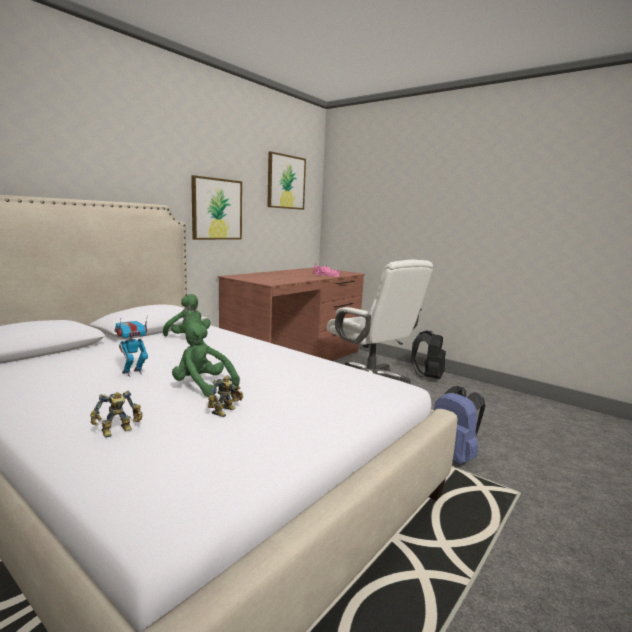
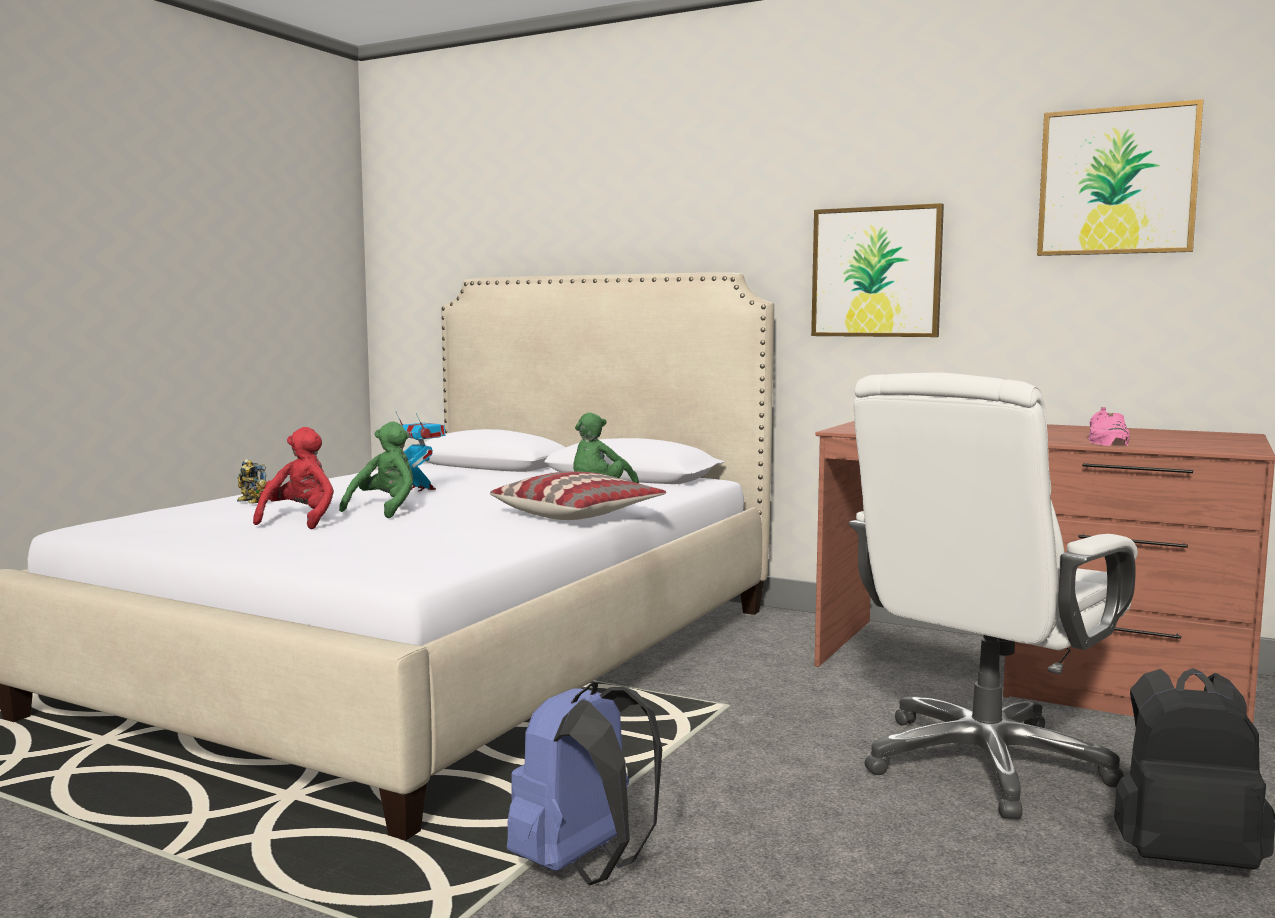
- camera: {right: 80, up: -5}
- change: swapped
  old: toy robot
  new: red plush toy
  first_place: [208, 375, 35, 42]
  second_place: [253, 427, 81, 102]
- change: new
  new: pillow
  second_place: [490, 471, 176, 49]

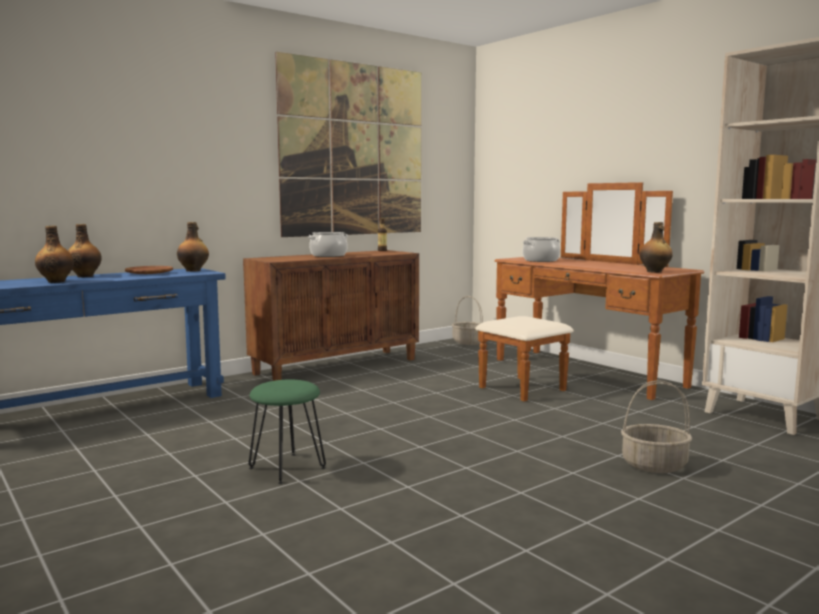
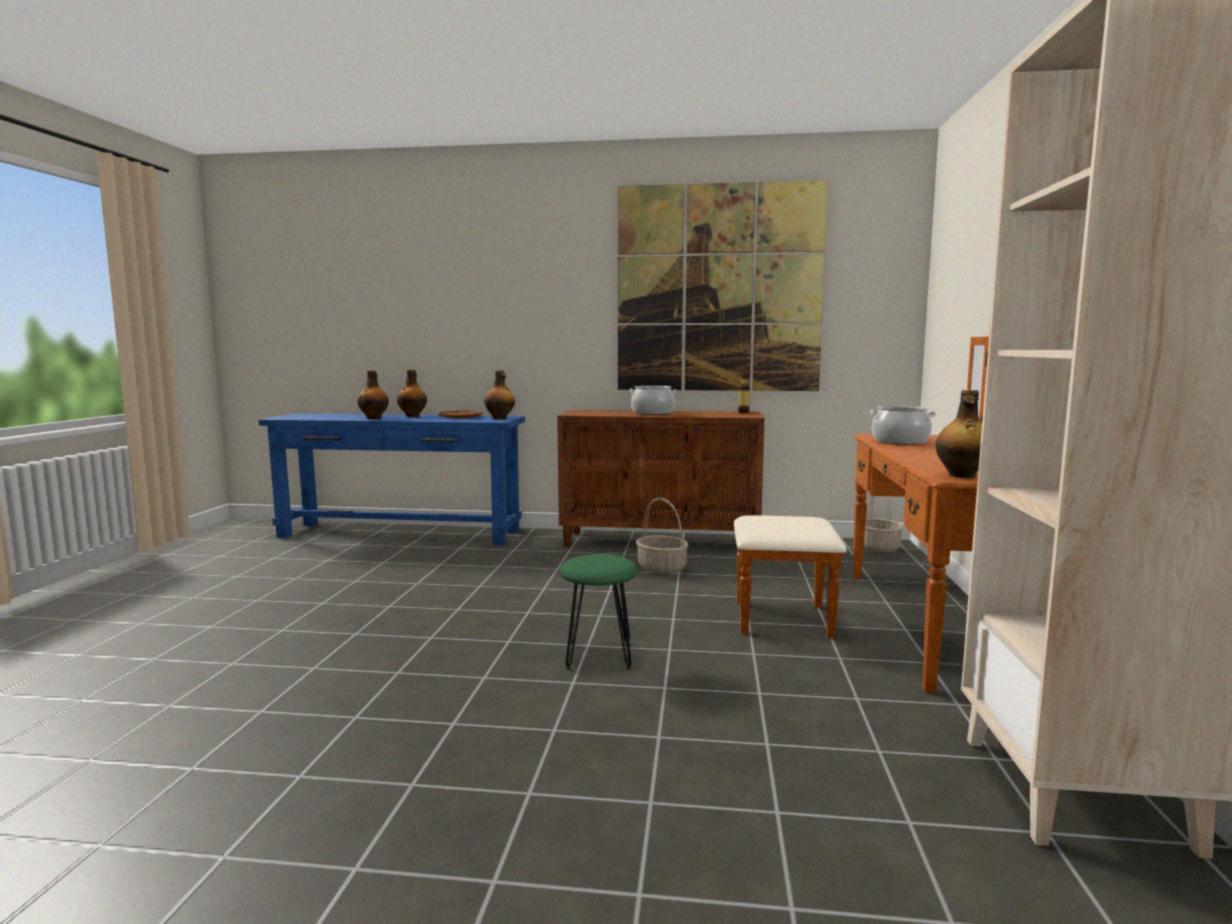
- camera: {right: 45, up: 0}
- change: shifted
  old: green stool
  first_place: [248, 379, 78, 105]
  second_place: [559, 554, 79, 116]
- change: shifted
  old: basket
  first_place: [621, 380, 71, 93]
  second_place: [636, 497, 53, 77]

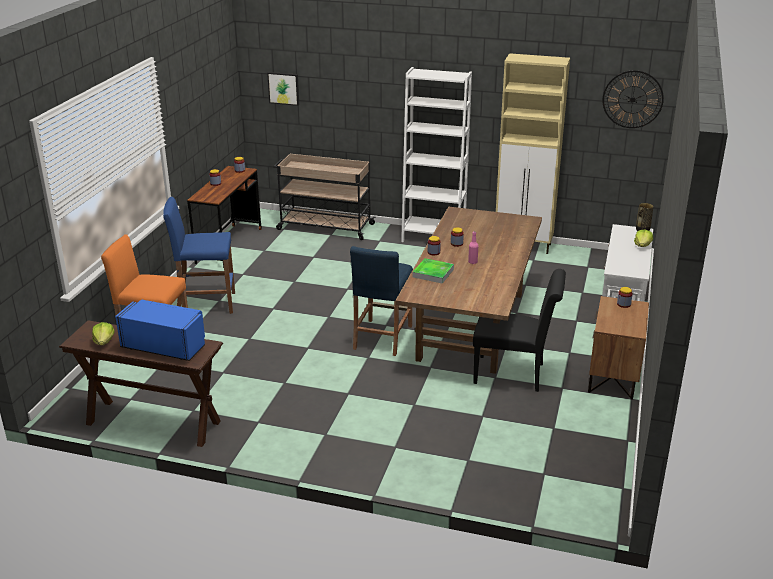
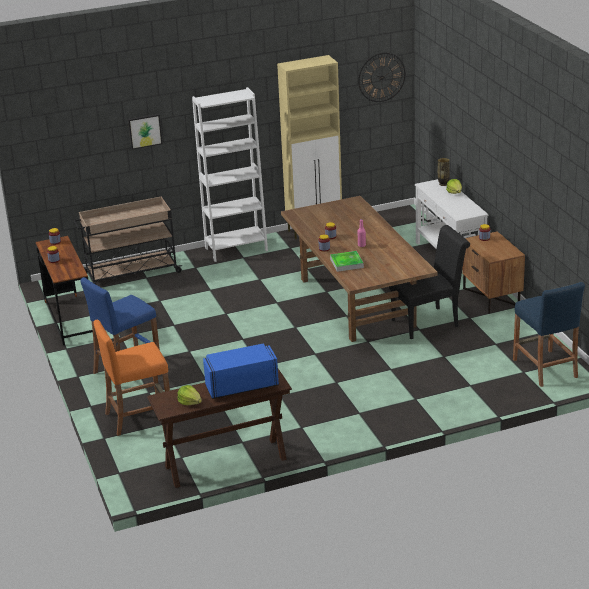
- camera: {right: -35, up: 0}
- change: shifted
  old: picture
  first_place: [267, 72, 32, 34]
  second_place: [128, 114, 34, 36]
- change: shifted
  old: blue stool
  first_place: [350, 246, 63, 110]
  second_place: [513, 282, 72, 105]

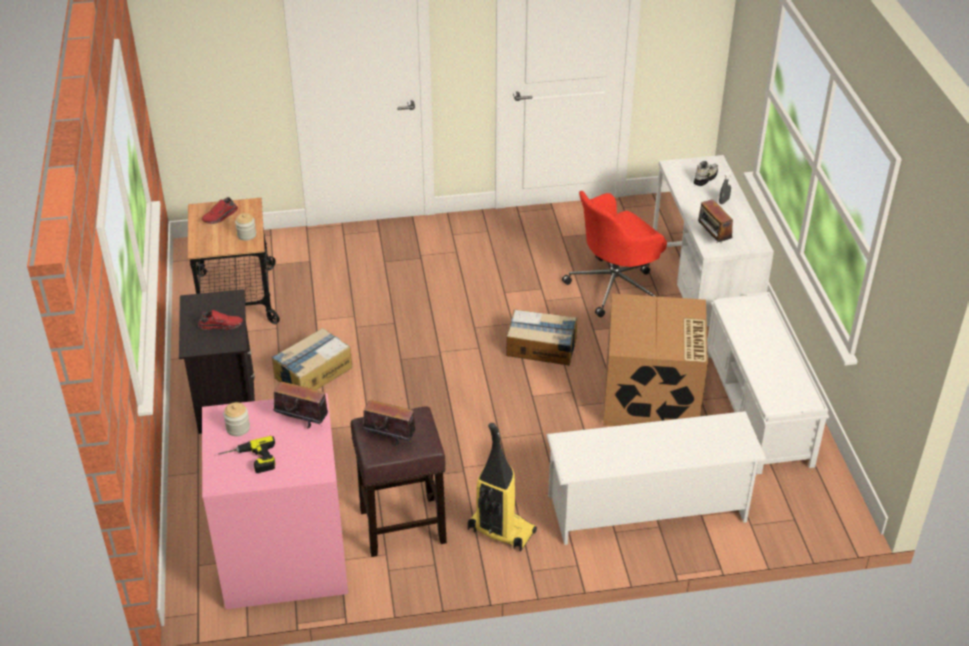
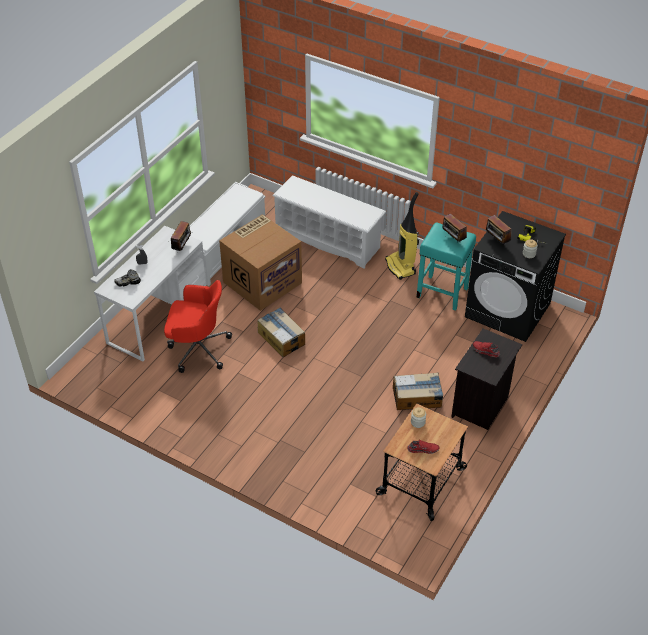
- camera: {right: -140, up: 5}
- change: repainted
  old: pink washing machine
  new: black washing machine
  first_place: [202, 393, 146, 216]
  second_place: [465, 211, 101, 131]
- change: repainted
  old: brown stool
  new: turquoise stool
  first_place: [351, 406, 96, 151]
  second_place: [416, 223, 60, 88]

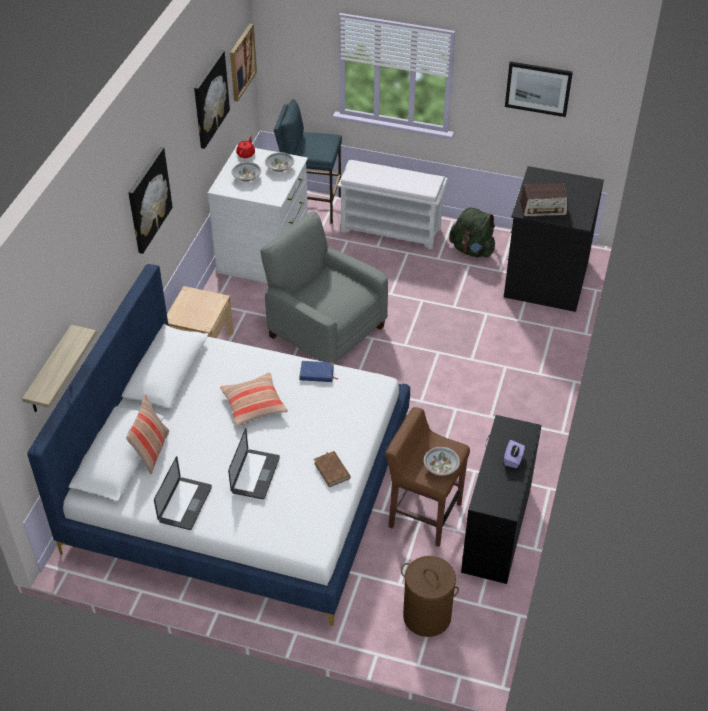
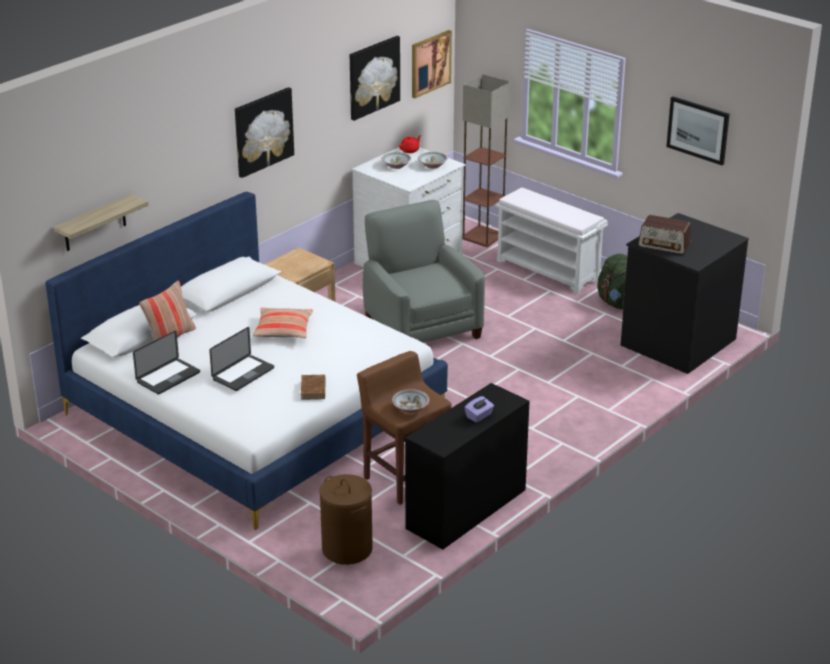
- camera: {right: 25, up: -15}
- change: swapped
  old: blue stool
  new: floor lamp
  first_place: [274, 99, 68, 125]
  second_place: [462, 74, 48, 173]
- change: gone
  old: blue book
  first_place: [299, 361, 40, 21]

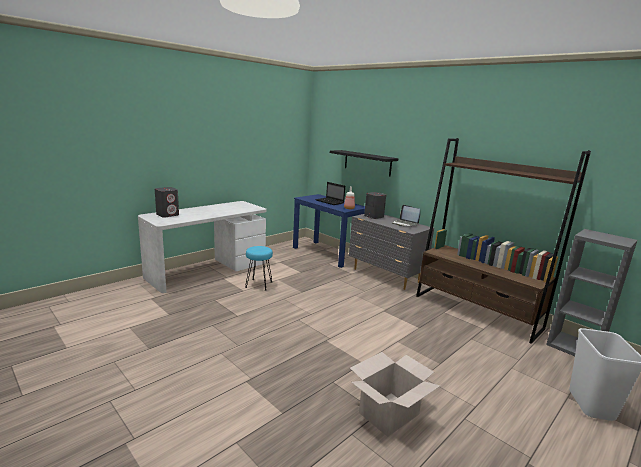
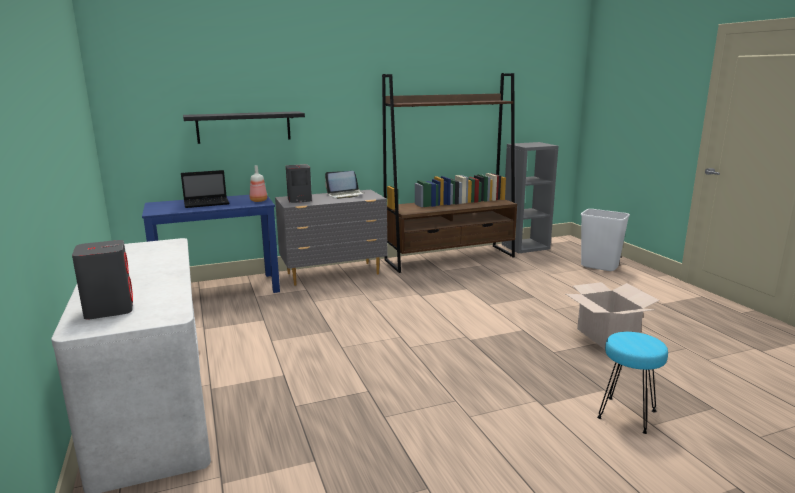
- camera: {right: -65, up: 0}
- change: shifted
  old: turquoise stool
  first_place: [245, 246, 28, 45]
  second_place: [597, 332, 71, 102]

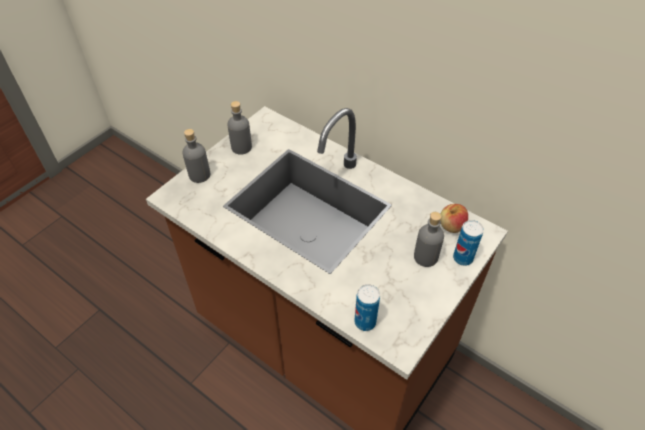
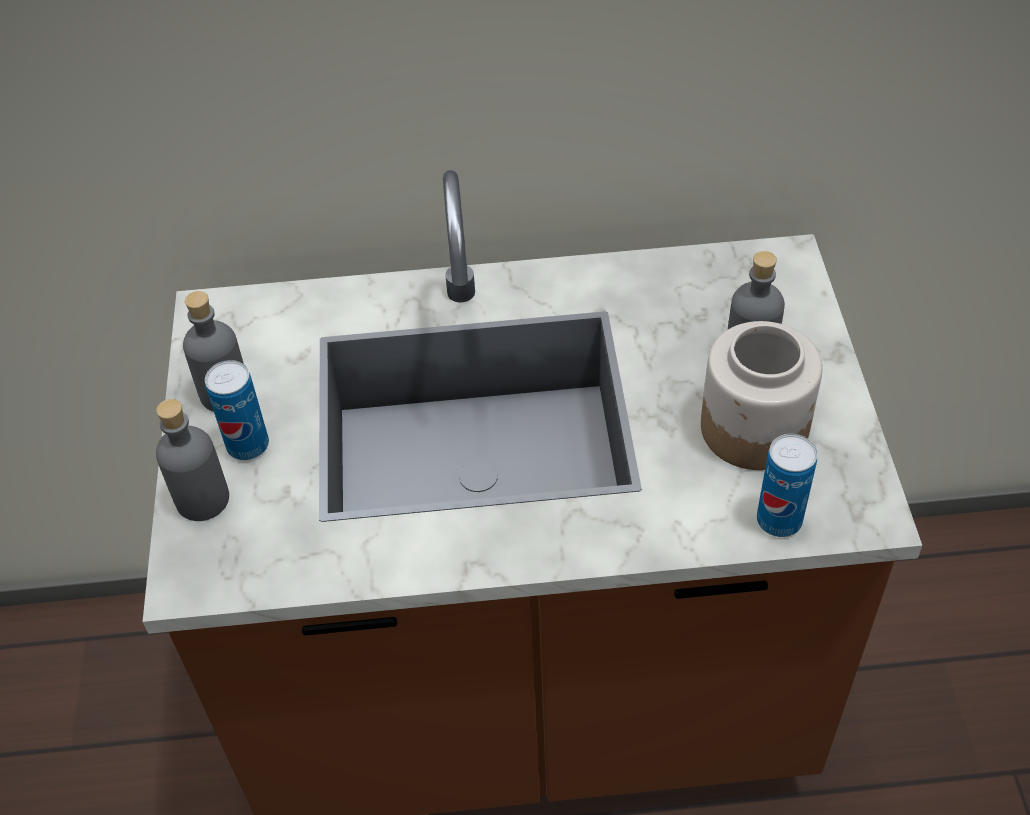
- camera: {right: -40, up: 0}
- change: gone
  old: apple
  first_place: [440, 204, 28, 29]
- change: shifted
  old: can
  first_place: [453, 220, 31, 46]
  second_place: [205, 360, 64, 100]
- change: new
  new: jar
  second_place: [701, 321, 122, 149]

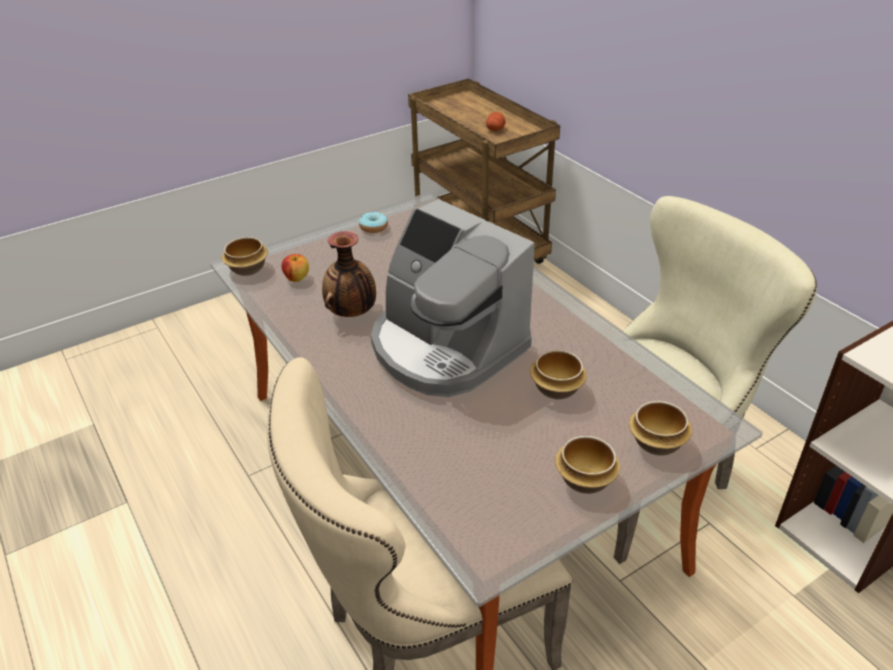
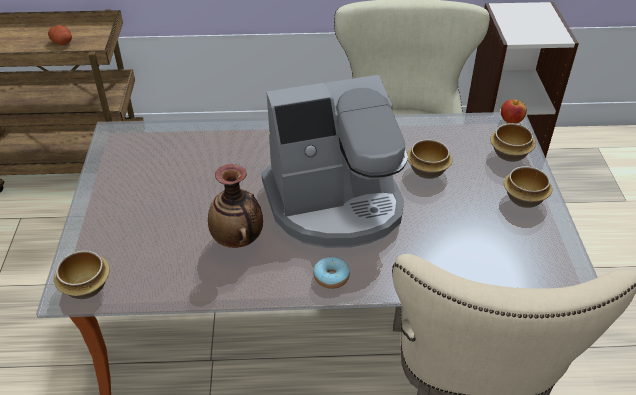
- camera: {right: -60, up: 5}
- change: shifted
  old: donut
  first_place: [359, 212, 29, 21]
  second_place: [313, 257, 37, 32]
- change: shifted
  old: apple
  first_place: [281, 254, 28, 28]
  second_place: [501, 99, 26, 25]

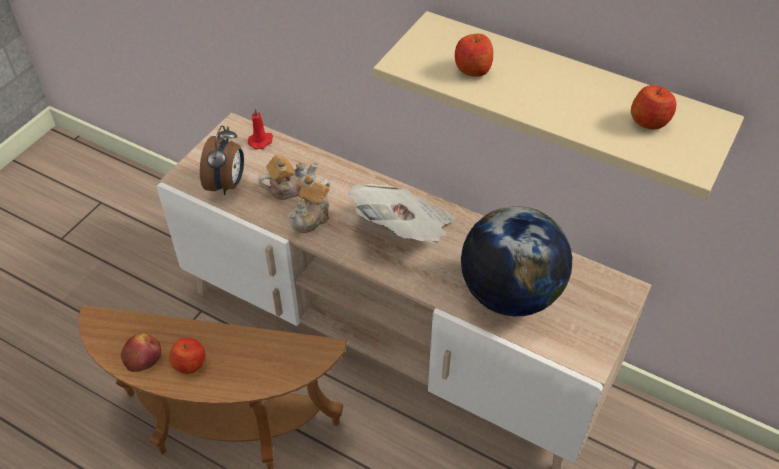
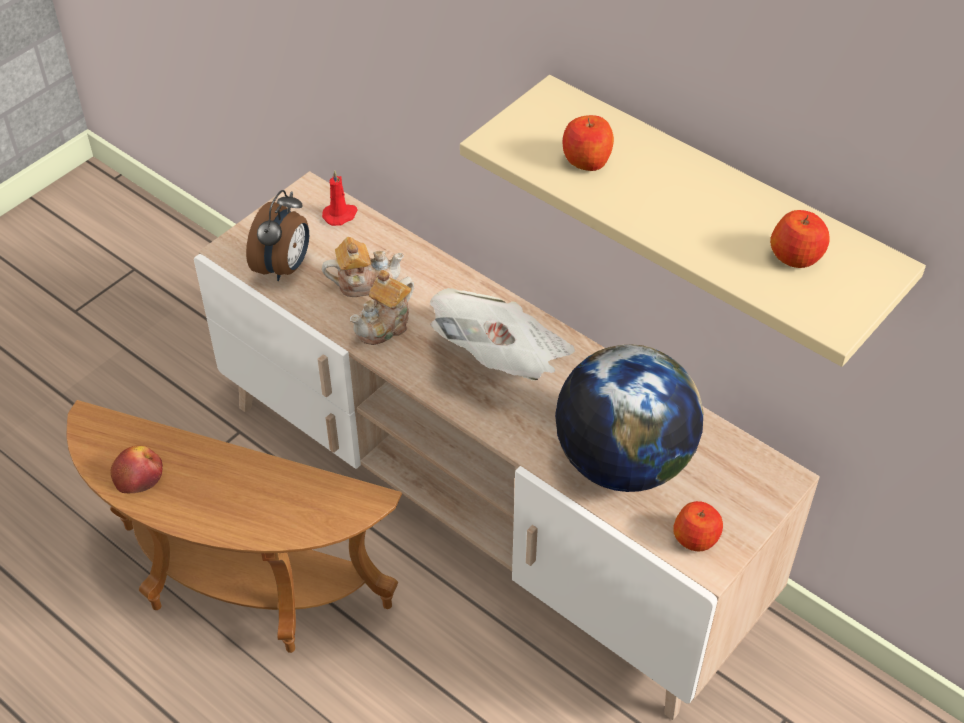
- camera: {right: 10, up: 0}
- change: shifted
  old: apple
  first_place: [169, 338, 37, 36]
  second_place: [673, 501, 50, 50]

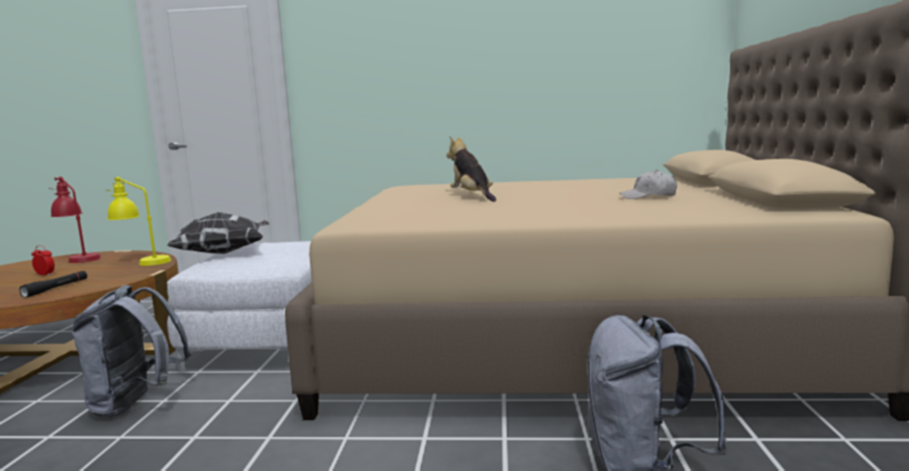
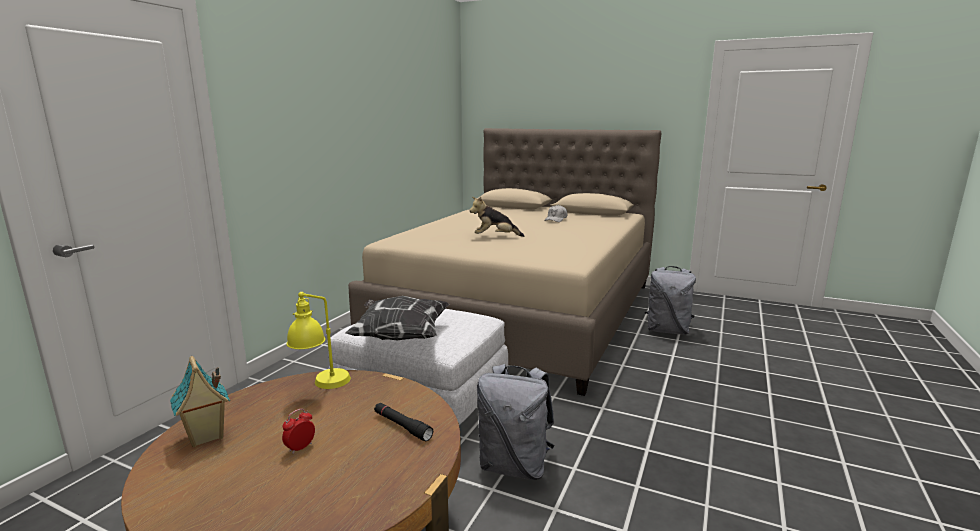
- camera: {right: -70, up: 5}
- change: swapped
  old: red table lamp
  new: toy house
  first_place: [49, 176, 52, 87]
  second_place: [170, 356, 60, 91]

